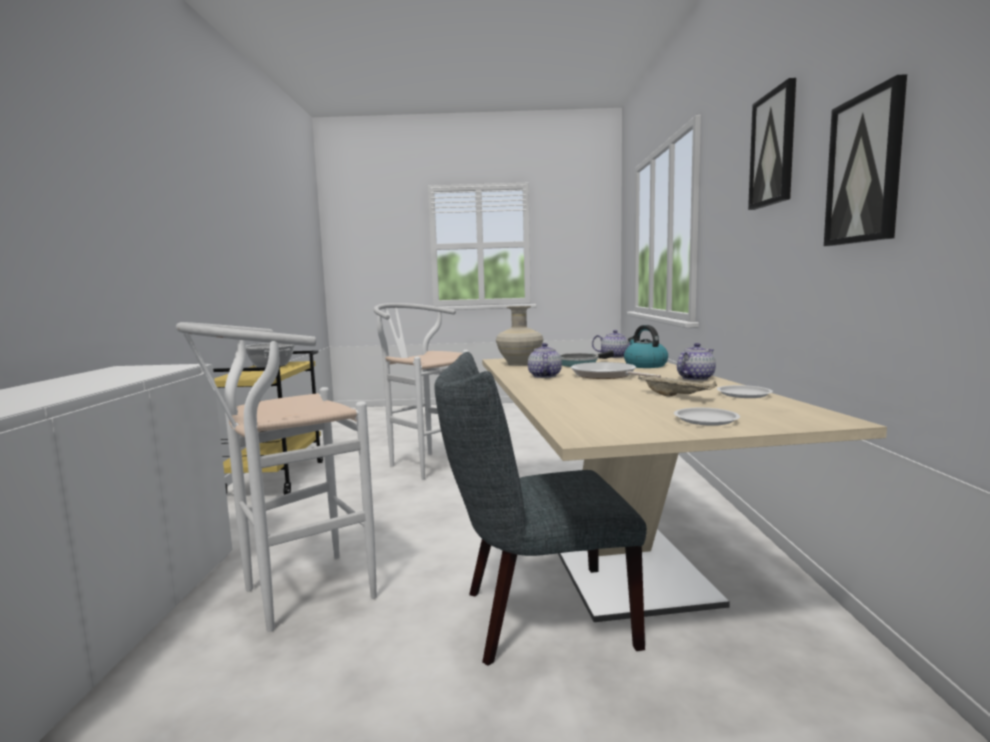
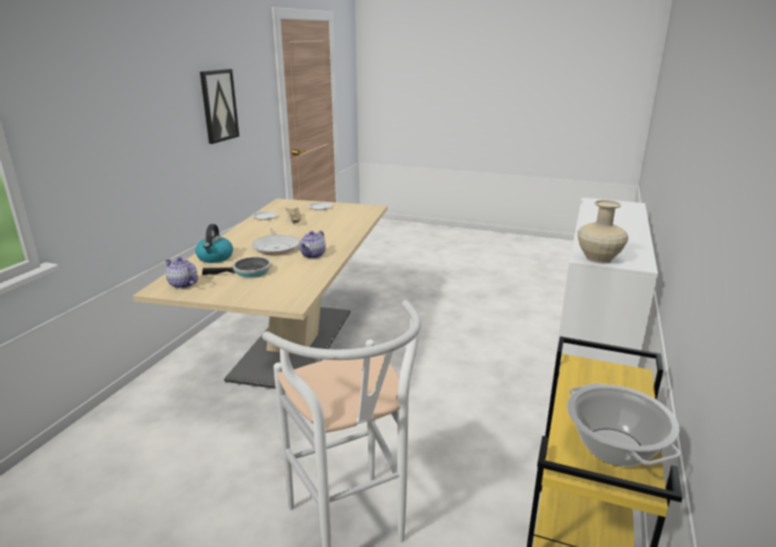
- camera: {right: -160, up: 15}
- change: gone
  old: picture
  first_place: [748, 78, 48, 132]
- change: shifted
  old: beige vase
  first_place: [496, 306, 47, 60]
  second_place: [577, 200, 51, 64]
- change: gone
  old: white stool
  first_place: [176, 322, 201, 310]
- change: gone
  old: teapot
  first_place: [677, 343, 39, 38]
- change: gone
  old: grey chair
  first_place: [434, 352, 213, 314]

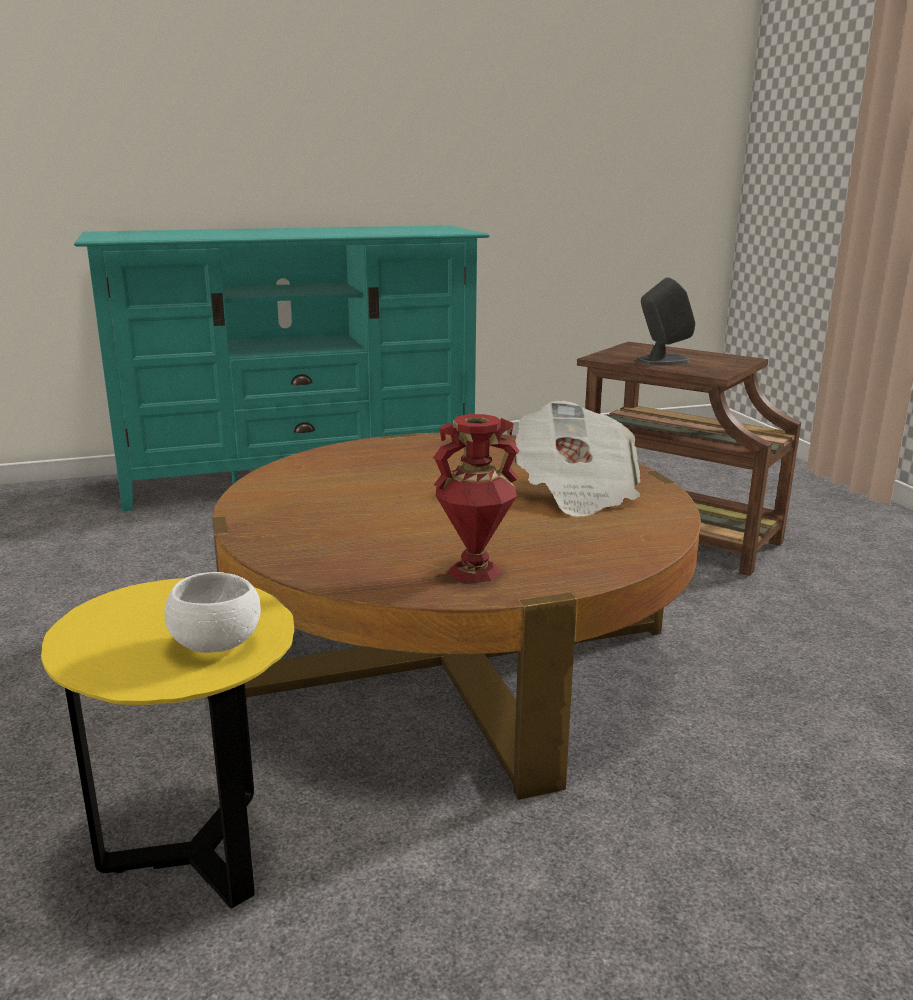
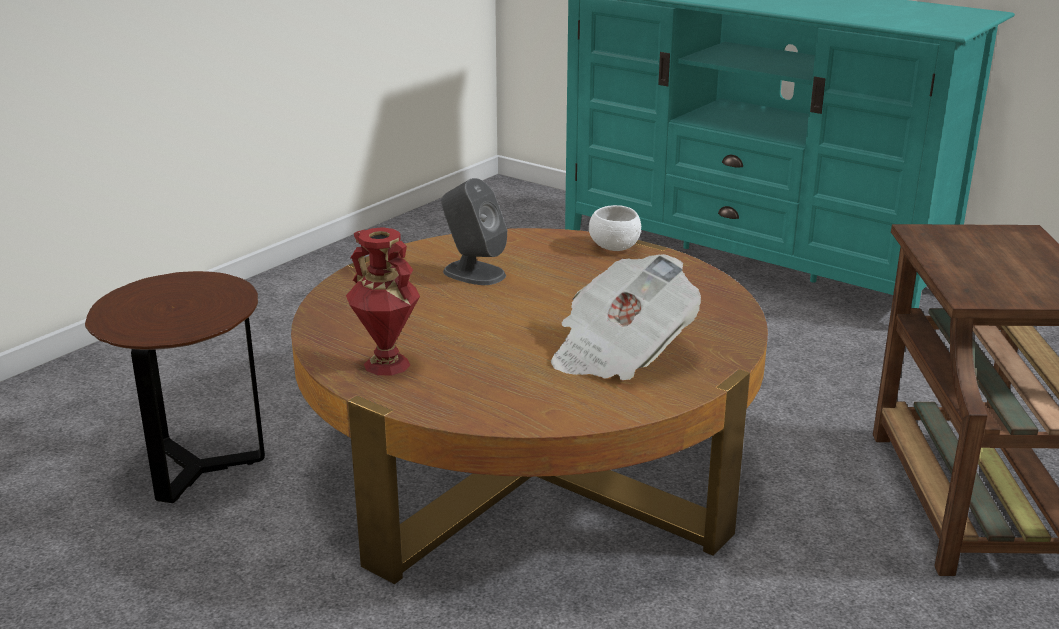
- camera: {right: 55, up: 5}
- change: shifted
  old: grey speaker
  first_place: [636, 277, 59, 88]
  second_place: [441, 178, 66, 107]
- change: shifted
  old: white bowl
  first_place: [165, 572, 96, 81]
  second_place: [589, 205, 52, 46]
- change: repainted
  old: yellow side table
  new: brown side table
  first_place: [41, 578, 253, 331]
  second_place: [85, 271, 180, 232]

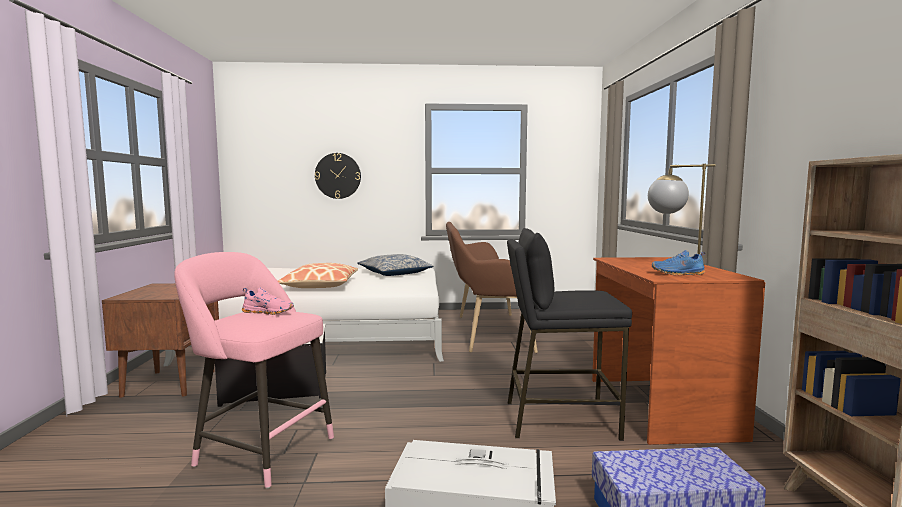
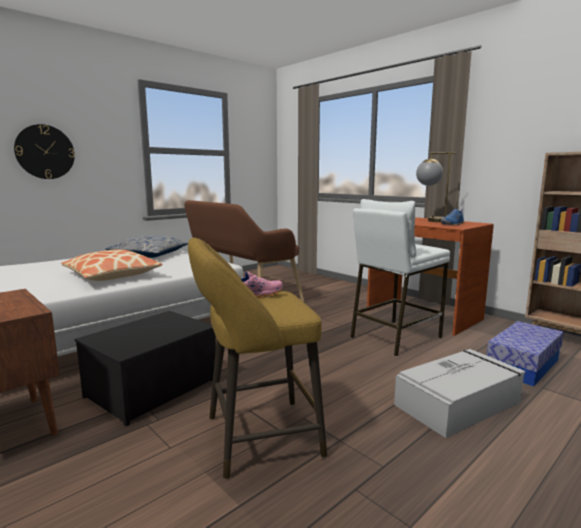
- camera: {right: -40, up: 5}
- change: repainted
  old: black stool
  new: white stool
  first_place: [507, 228, 125, 213]
  second_place: [350, 199, 100, 157]
- change: repainted
  old: pink stool
  new: yellow stool
  first_place: [174, 252, 160, 237]
  second_place: [188, 238, 139, 241]

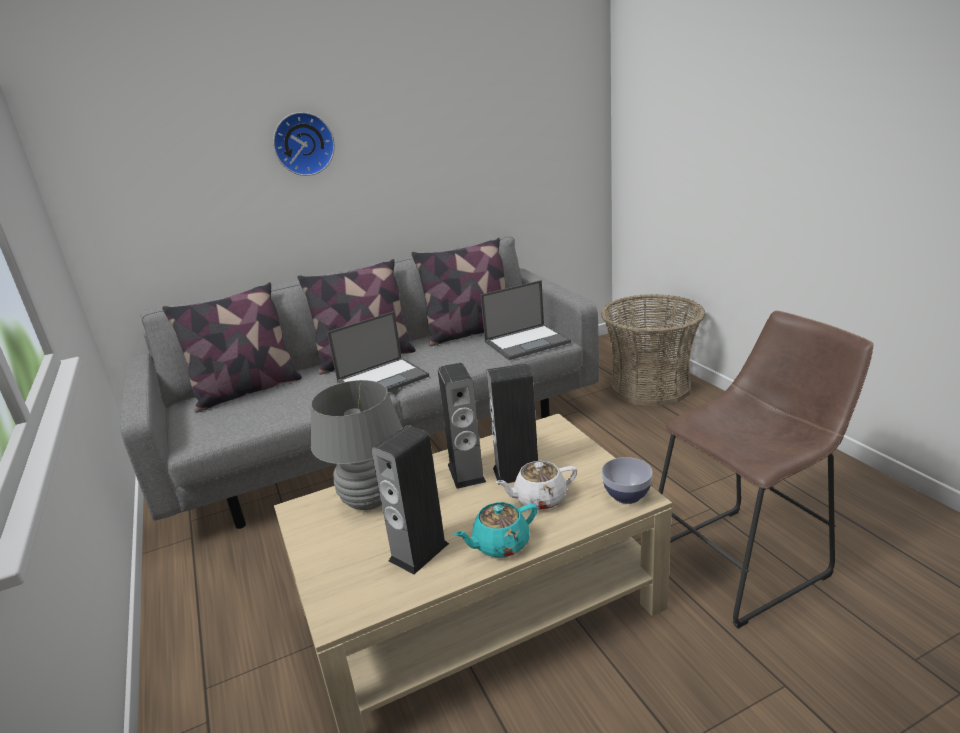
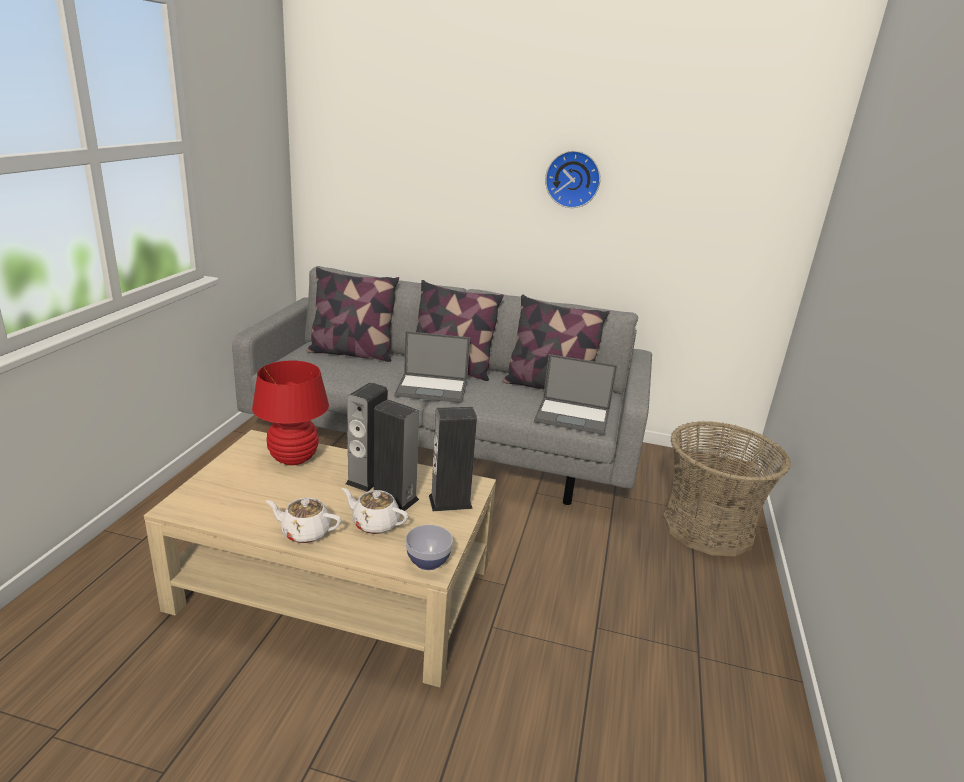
- camera: {right: 35, up: 0}
- change: shifted
  old: wall clock
  first_place: [273, 112, 62, 64]
  second_place: [545, 151, 56, 57]
- change: gone
  old: brown stool
  first_place: [658, 311, 215, 318]
- change: repainted
  old: grey table lamp
  new: red table lamp
  first_place: [311, 380, 92, 130]
  second_place: [252, 361, 77, 104]
- change: shifted
  old: speaker
  first_place: [371, 425, 78, 150]
  second_place: [429, 407, 48, 104]
- change: repainted
  old: turquoise teapot
  new: white teapot
  first_place: [454, 502, 83, 56]
  second_place: [266, 498, 75, 45]

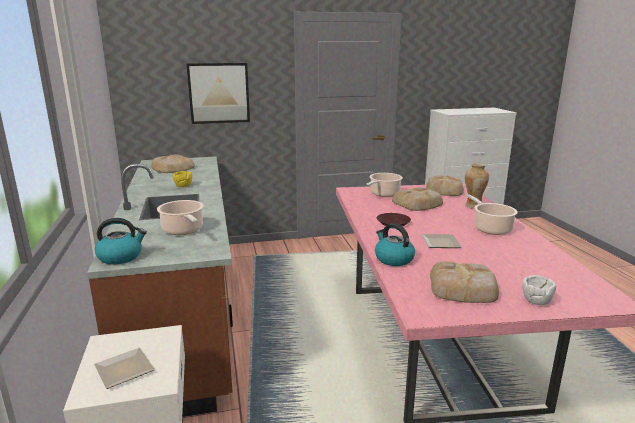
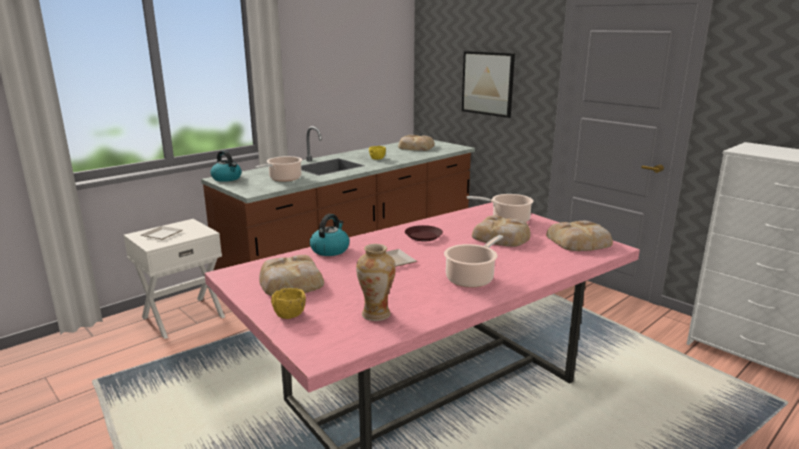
- camera: {right: 60, up: 0}
- change: shifted
  old: vase
  first_place: [465, 163, 24, 46]
  second_place: [356, 244, 40, 77]
- change: repainted
  old: white bowl
  new: yellow bowl
  first_place: [522, 275, 34, 30]
  second_place: [271, 288, 35, 31]

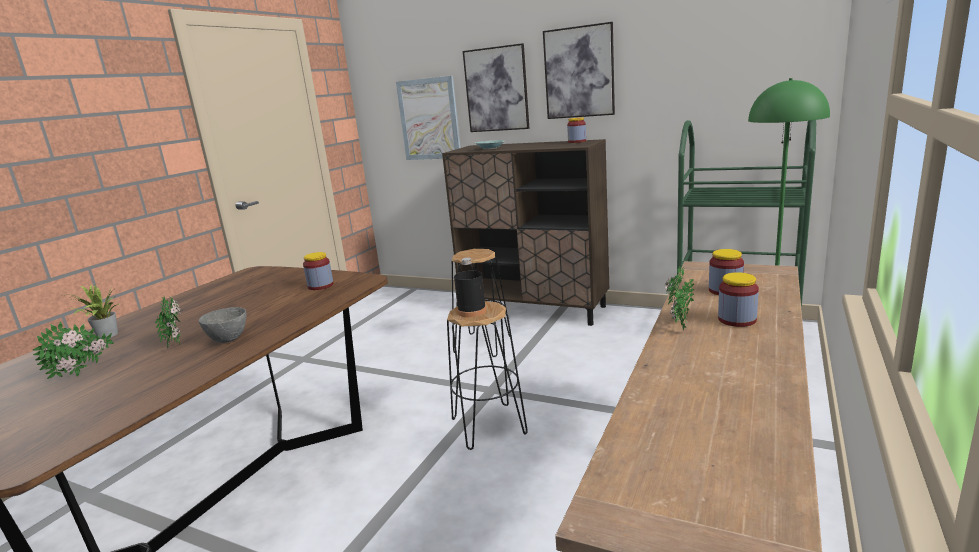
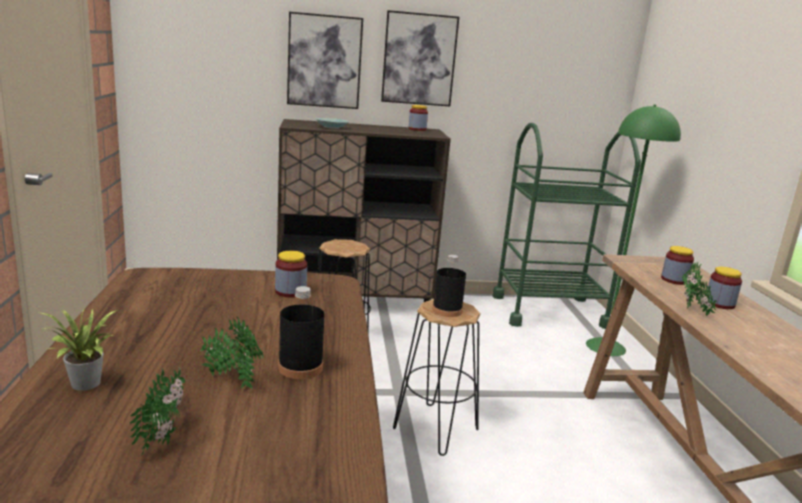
- camera: {right: -35, up: 0}
- change: gone
  old: picture
  first_place: [396, 76, 64, 84]
- change: swapped
  old: grey bowl
  new: black bottle
  first_place: [199, 307, 48, 36]
  second_place: [278, 286, 47, 93]

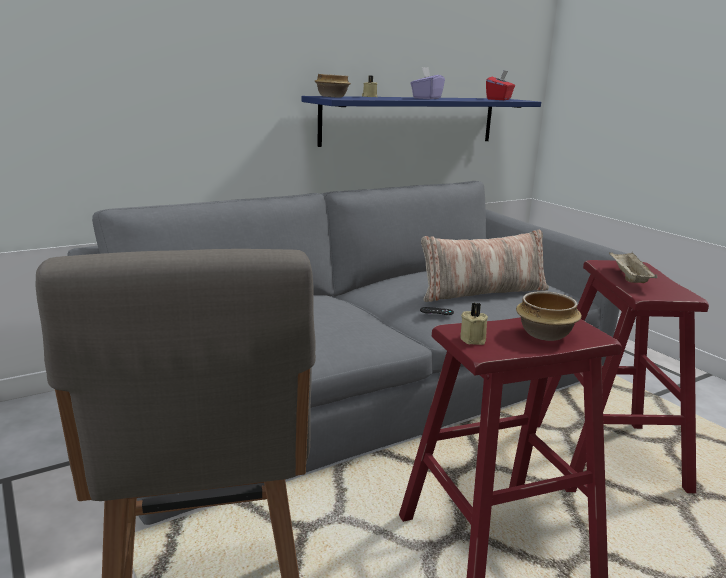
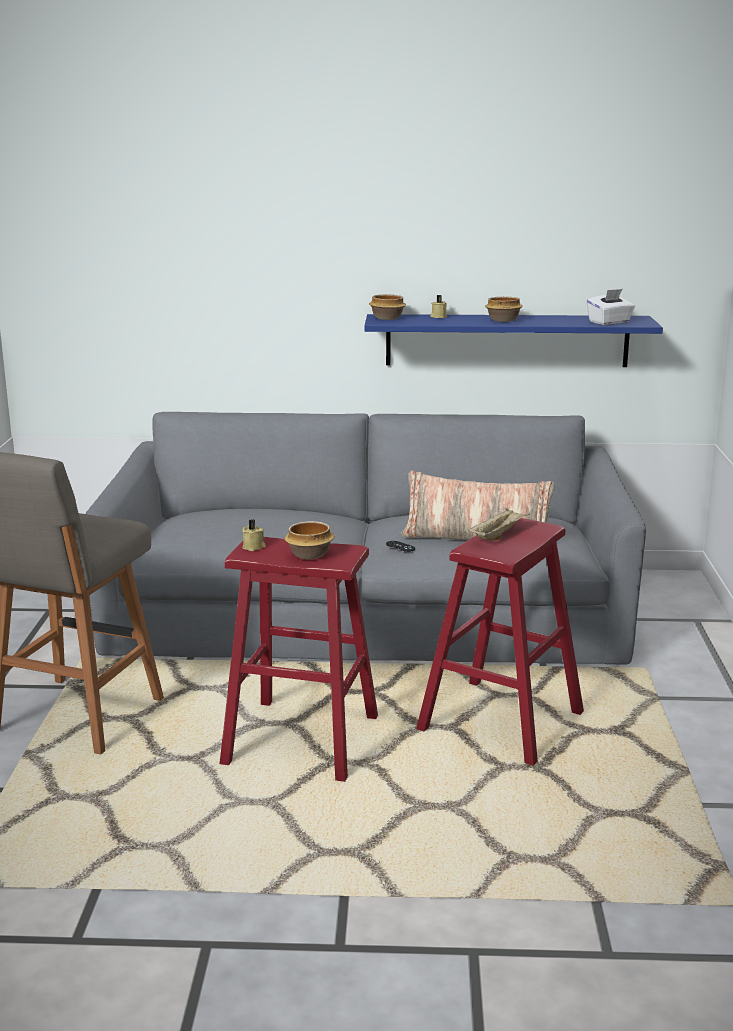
- camera: {right: 35, up: 0}
- change: swapped
  old: purple tissue box
  new: bowl
  first_place: [410, 67, 35, 32]
  second_place: [485, 297, 38, 25]
- change: repainted
  old: red tissue box
  new: white tissue box
  first_place: [486, 71, 29, 29]
  second_place: [586, 289, 49, 36]

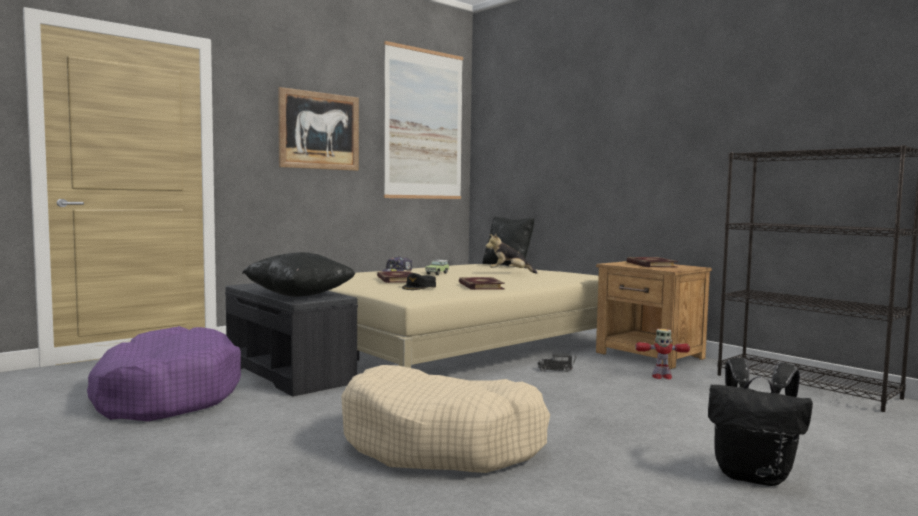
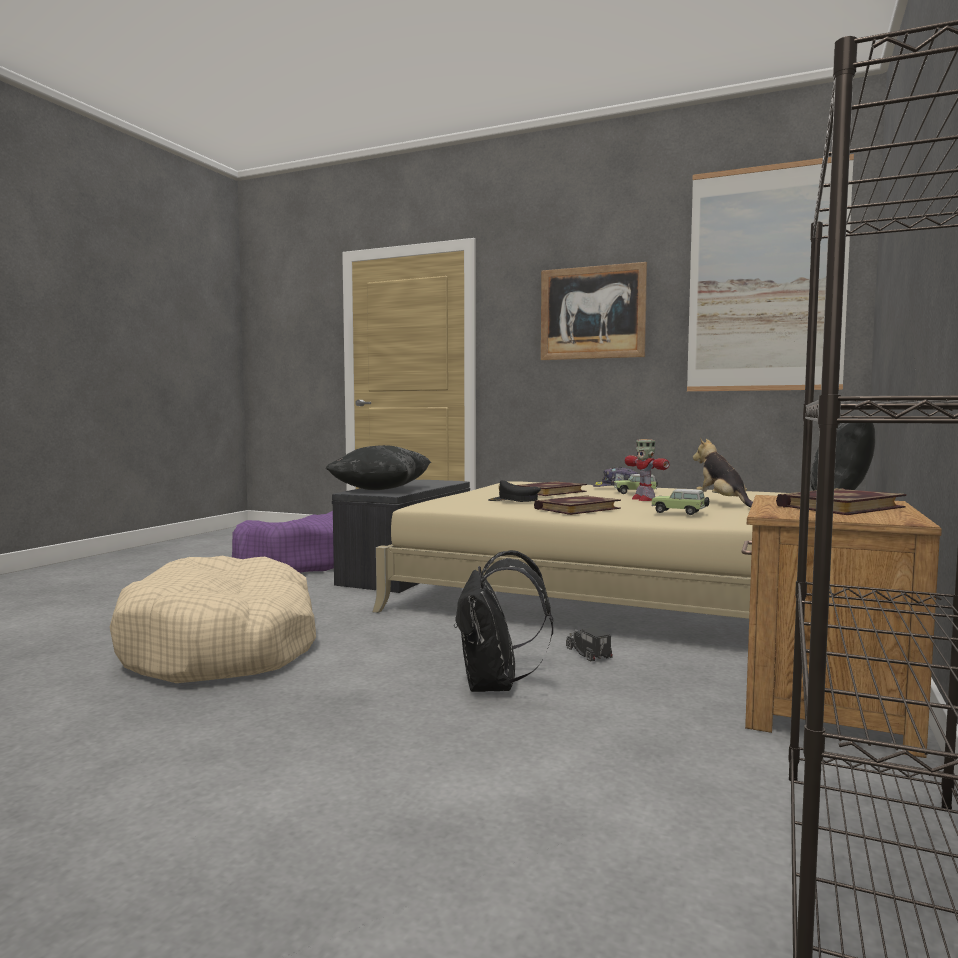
- camera: {right: 65, up: 0}
- change: shifted
  old: toy robot
  first_place: [635, 329, 55, 50]
  second_place: [625, 439, 45, 62]
- change: shifted
  old: black backpack
  first_place: [708, 358, 105, 128]
  second_place: [454, 550, 99, 142]
- change: new
  new: toy car
  second_place: [652, 489, 57, 26]

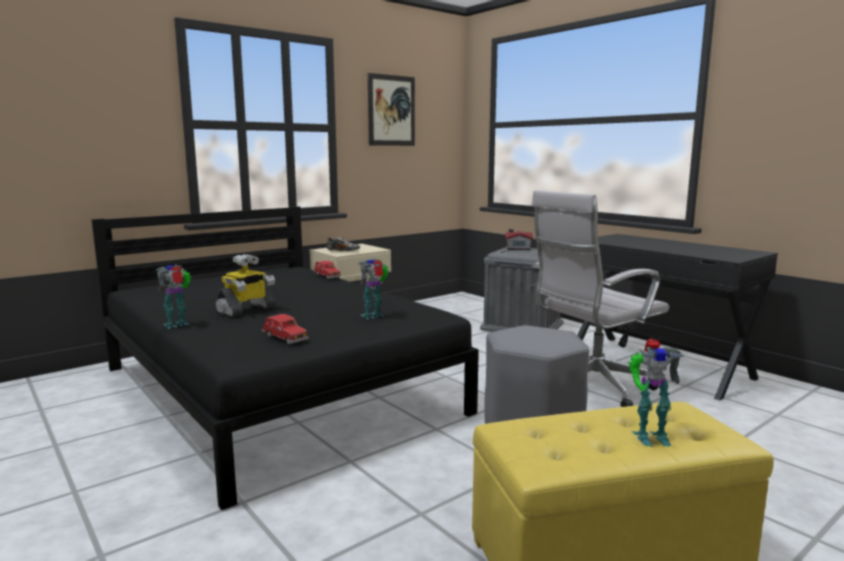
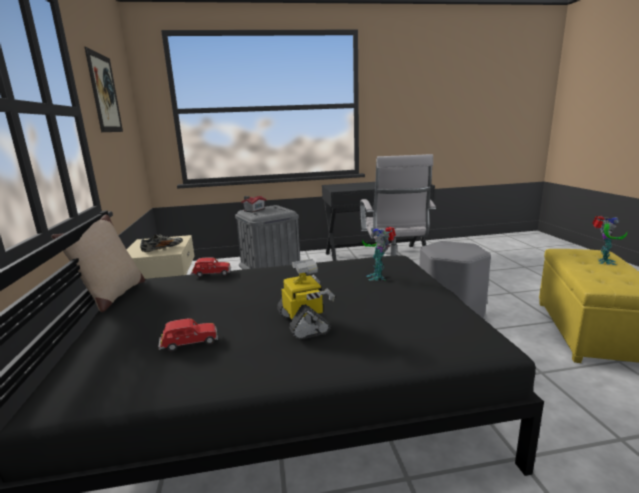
- camera: {right: -60, up: 5}
- change: gone
  old: toy robot
  first_place: [156, 264, 35, 65]
- change: shifted
  old: red toy car
  first_place: [262, 314, 46, 31]
  second_place: [158, 318, 60, 33]
- change: new
  new: beige pillow
  second_place: [52, 214, 93, 98]

